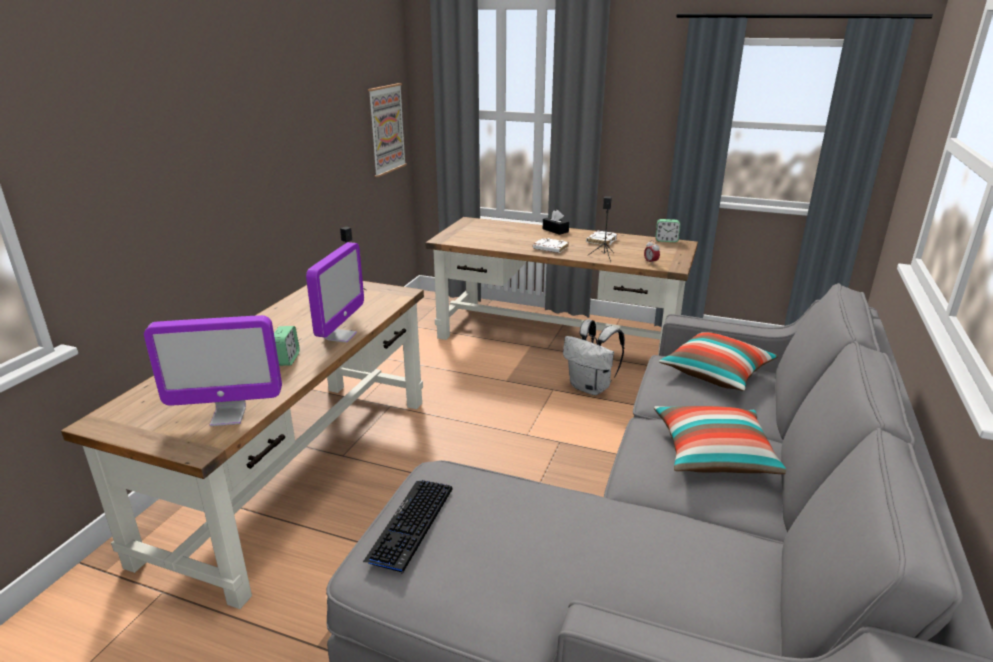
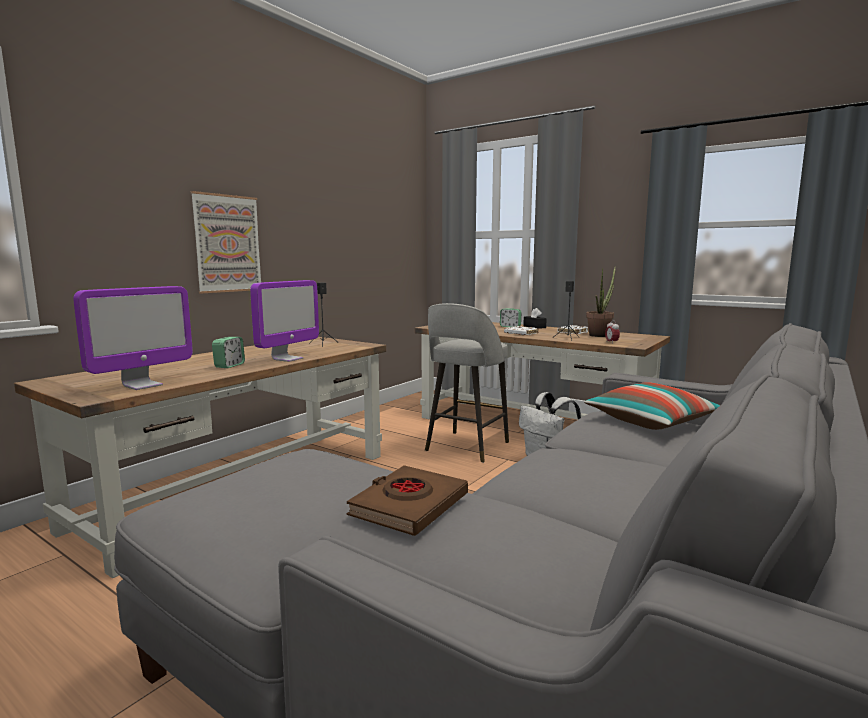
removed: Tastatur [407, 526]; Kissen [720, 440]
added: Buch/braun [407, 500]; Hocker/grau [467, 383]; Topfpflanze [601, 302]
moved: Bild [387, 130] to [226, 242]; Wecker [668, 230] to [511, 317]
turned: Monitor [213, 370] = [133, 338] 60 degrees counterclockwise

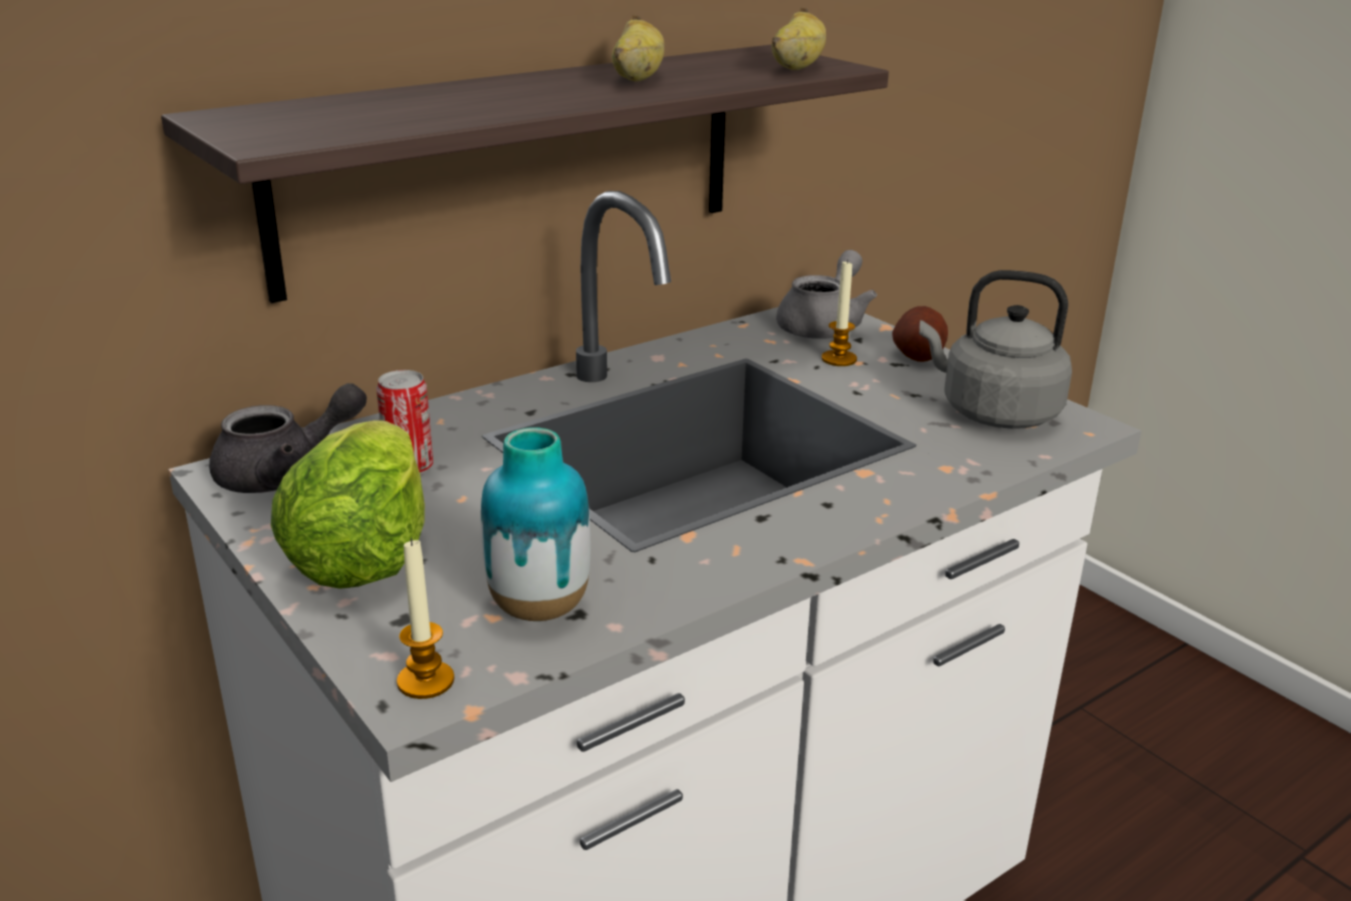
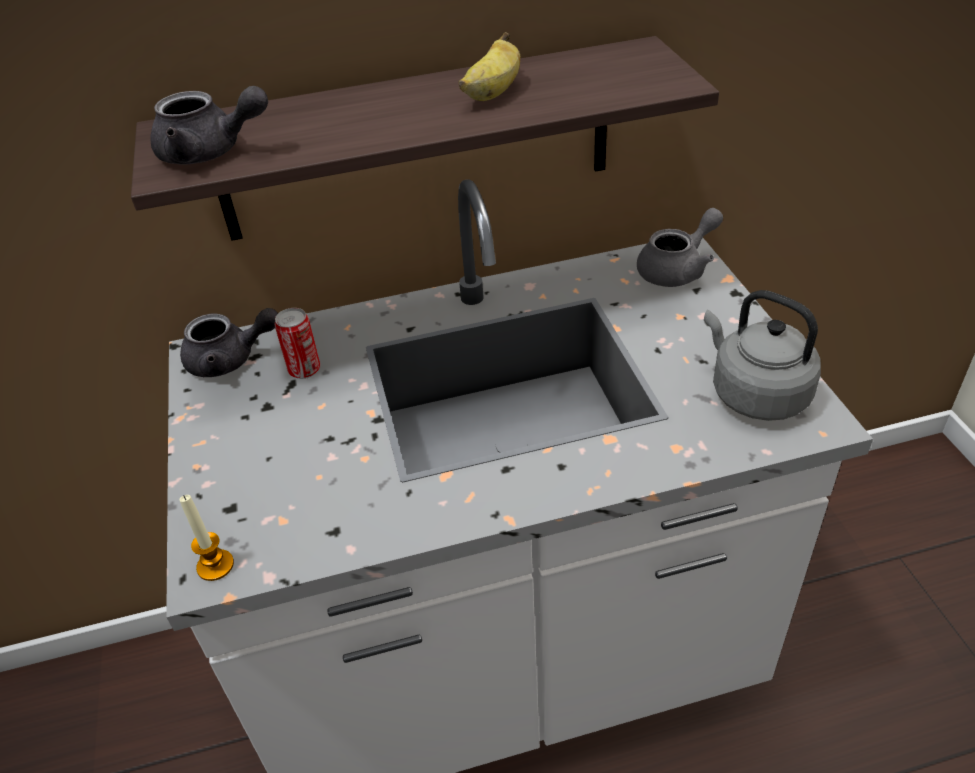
removed: Salatkopf [348, 504]; Vase [536, 524]; Banane [799, 39]; Kerze [839, 312]; Kartoffel [920, 334]
added: Teekanne/grau [209, 125]

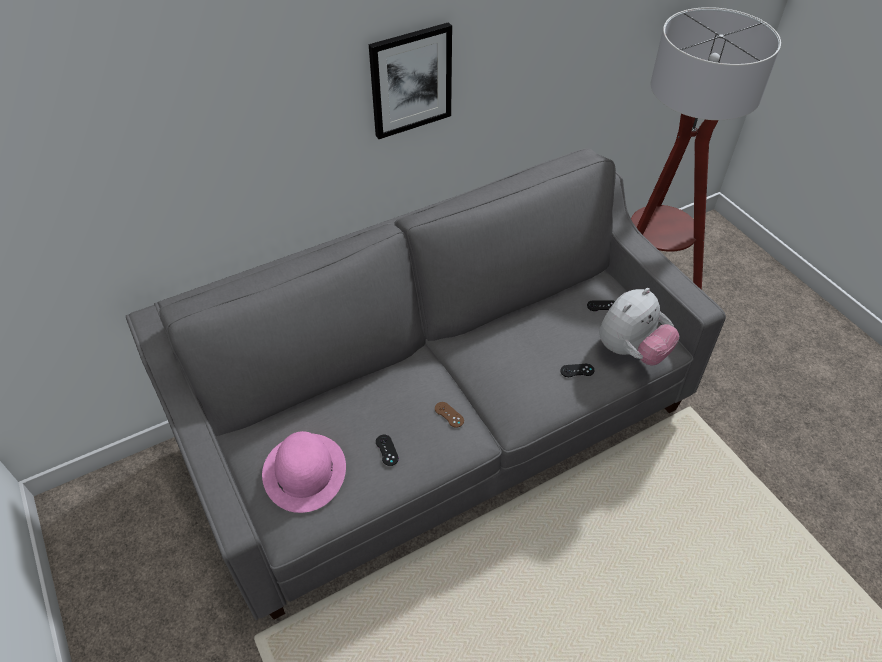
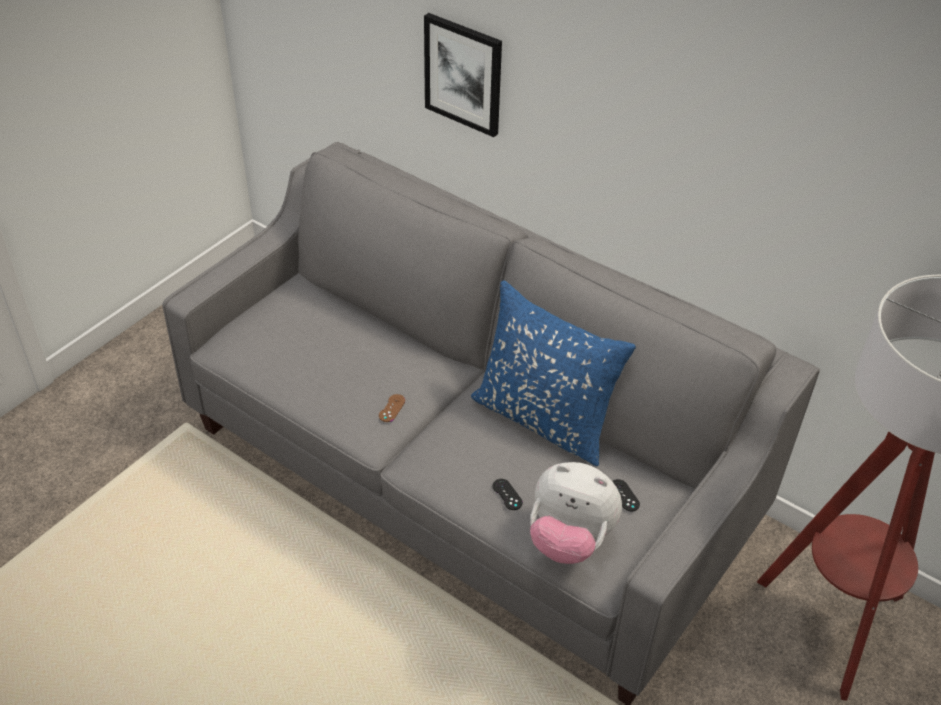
removed: Hut/rosa [304, 472]; Gamepad/schwarz [387, 450]
added: Kissen/blau [553, 373]
moved: Bild [410, 80] to [463, 75]

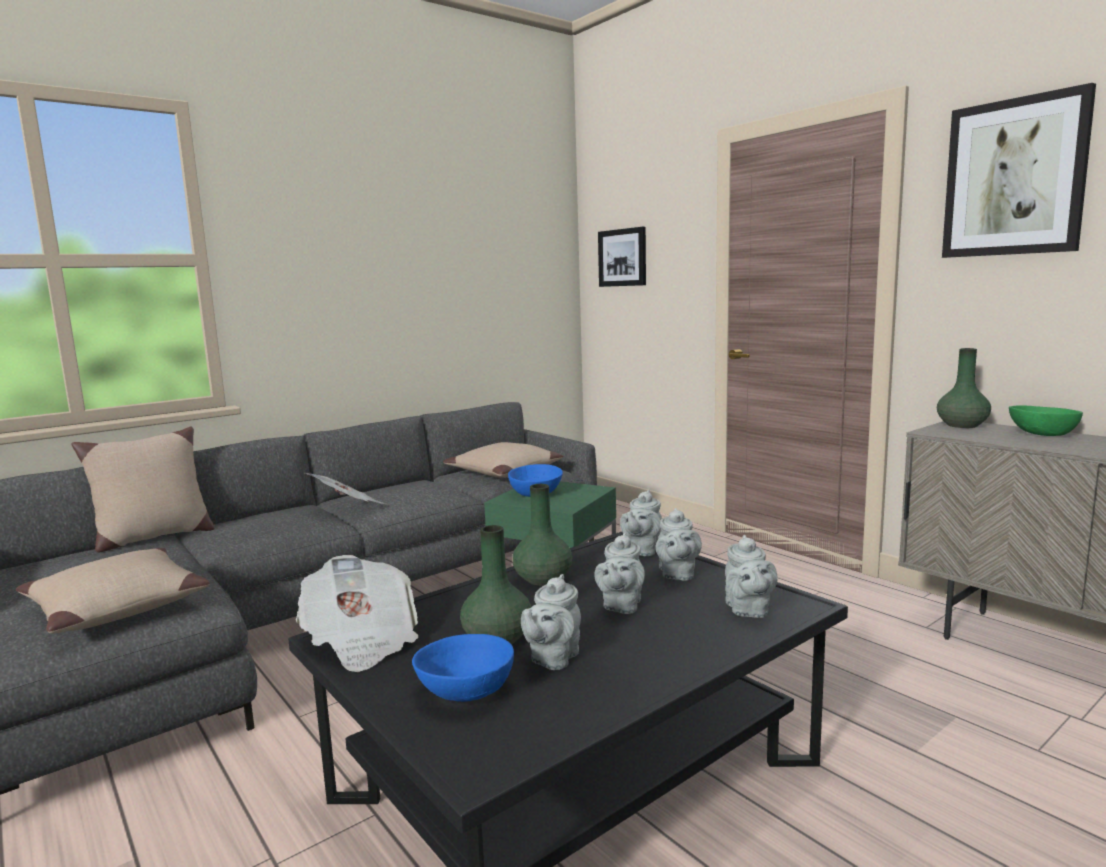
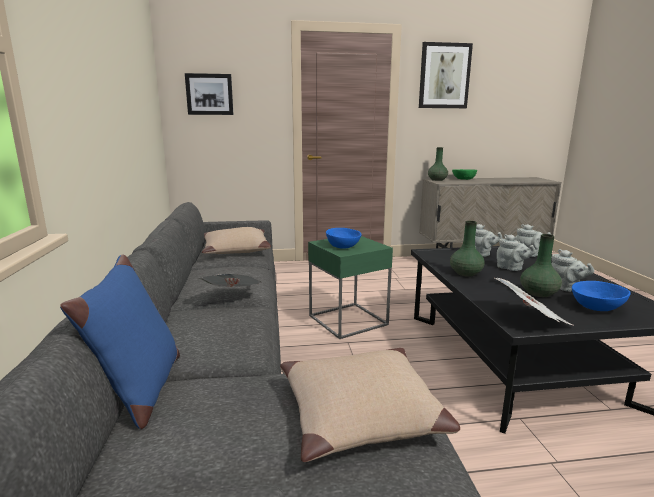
removed: Teekanne/grau [641, 523]
recoloured: Kissen/beige [143, 489] to Kissen/blau [120, 341]

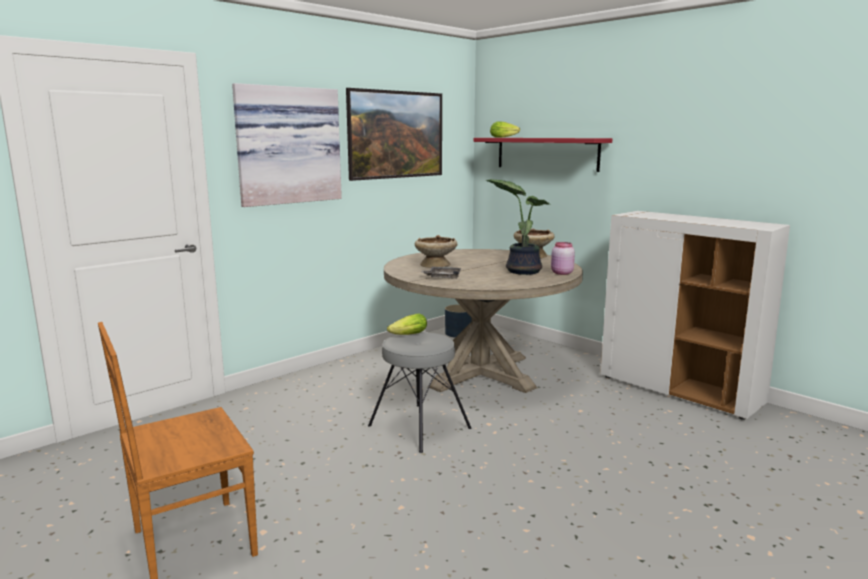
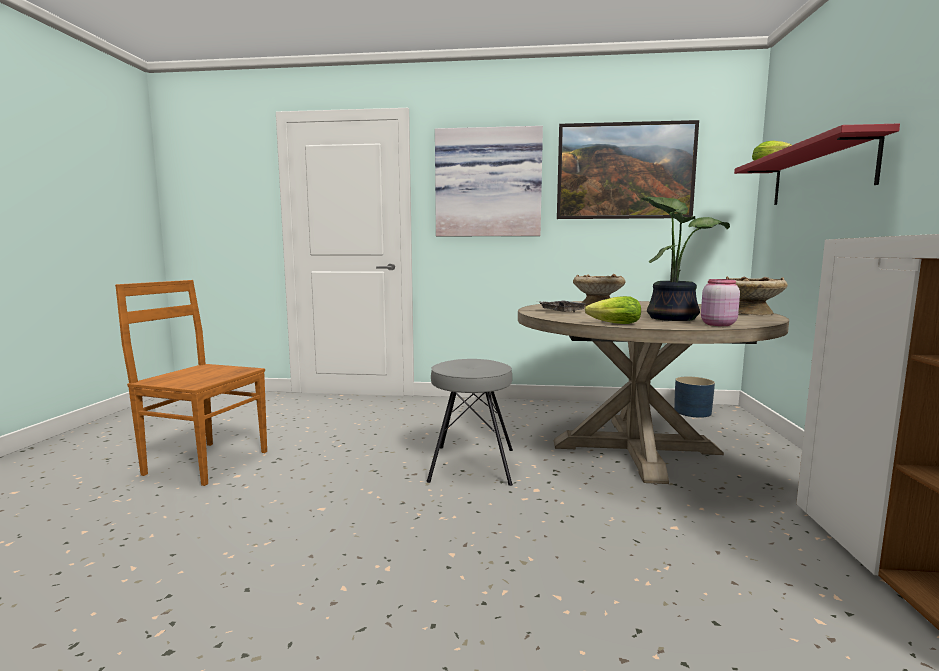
moved: Salatkopf [407, 324] to [613, 310]

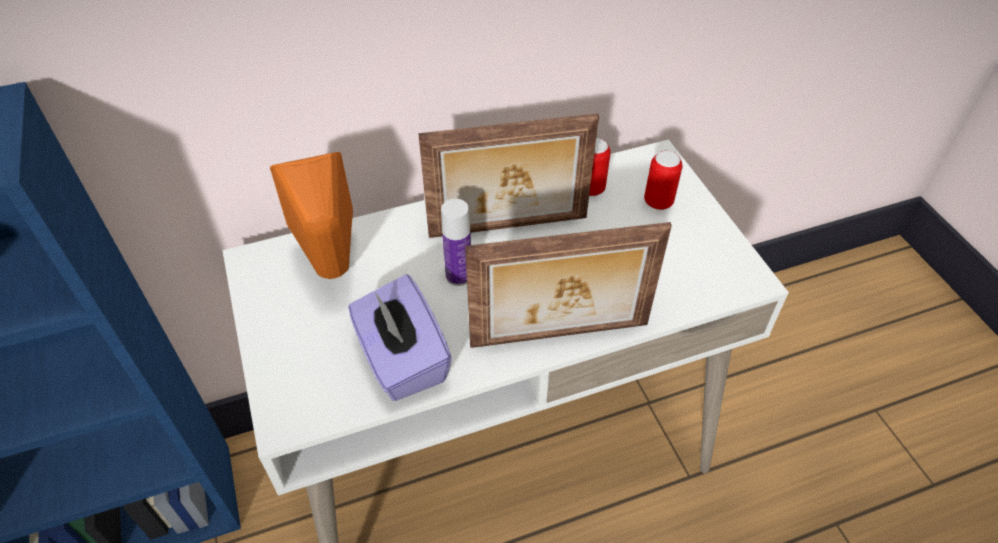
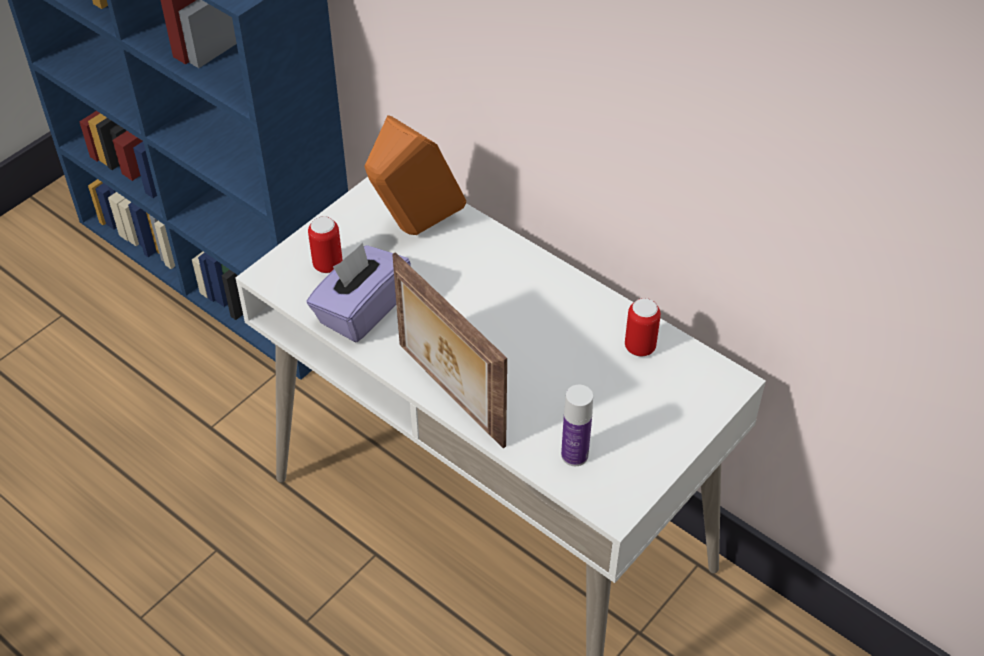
removed: Bilderrahmen [508, 175]
moved: Flasche [456, 242] to [577, 425]; Dose [663, 180] to [325, 244]

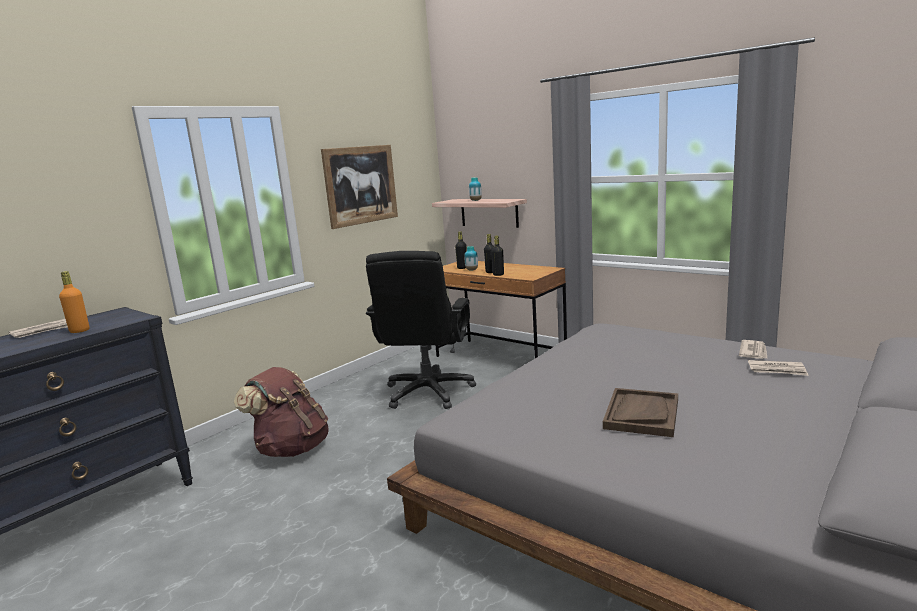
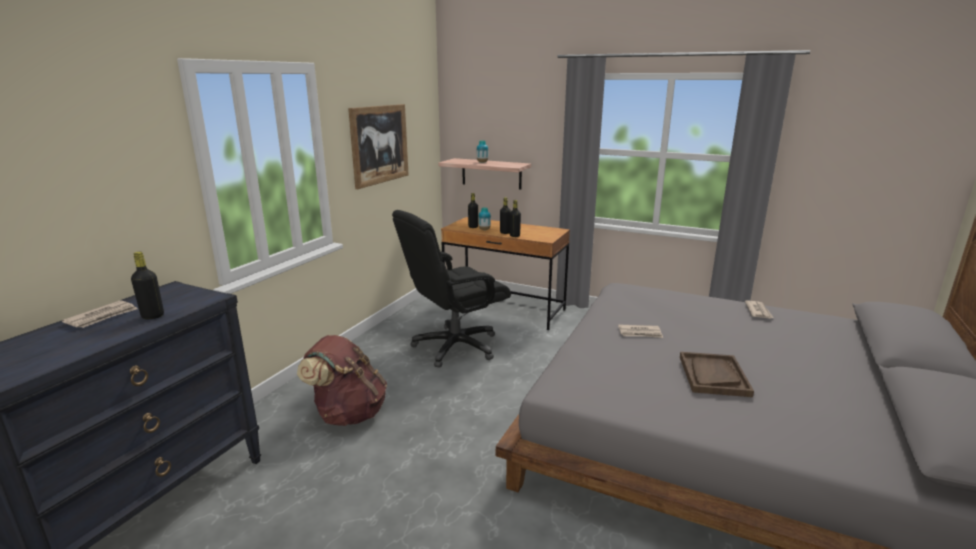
moved: Zeitung [778, 368] to [640, 331]
recoloured: Flasche/orange [74, 302] to Flasche/schwarz [147, 285]
turned: Bürostuhl/schwarz [421, 330] = [451, 288] 60 degrees clockwise

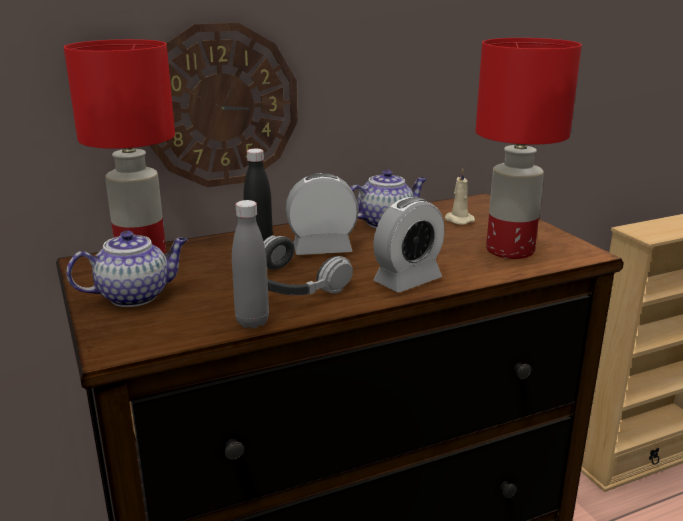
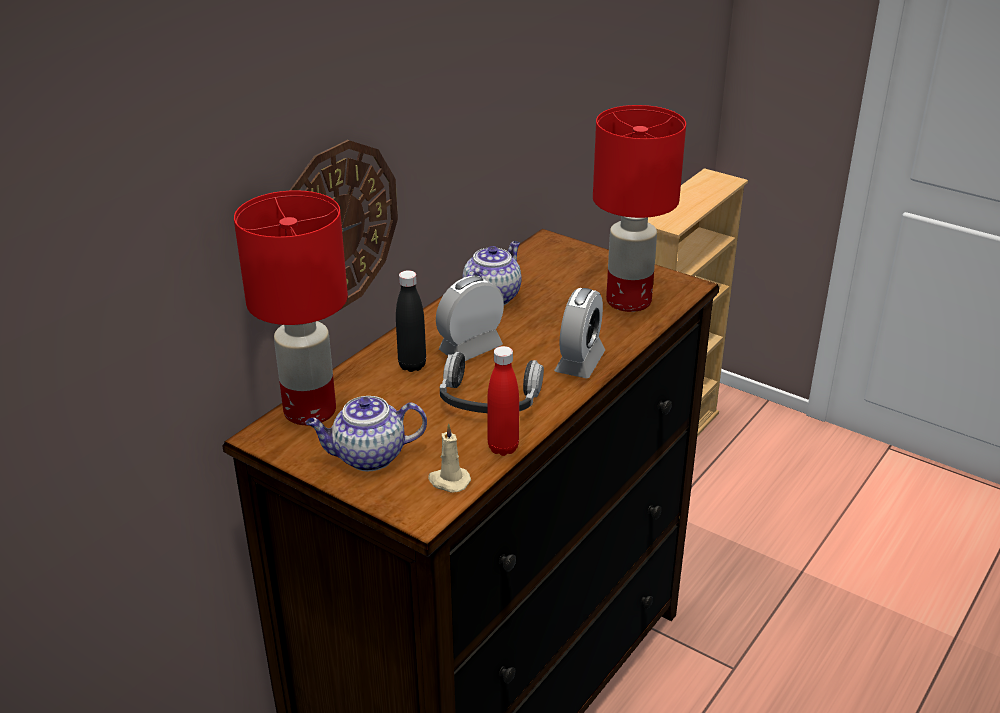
moved: Kerze/beige [460, 196] to [449, 458]
recoloured: Flasche/grau [250, 264] to Flasche/rot [503, 401]
turned: Teekanne [126, 268] = [366, 433] 135 degrees counterclockwise

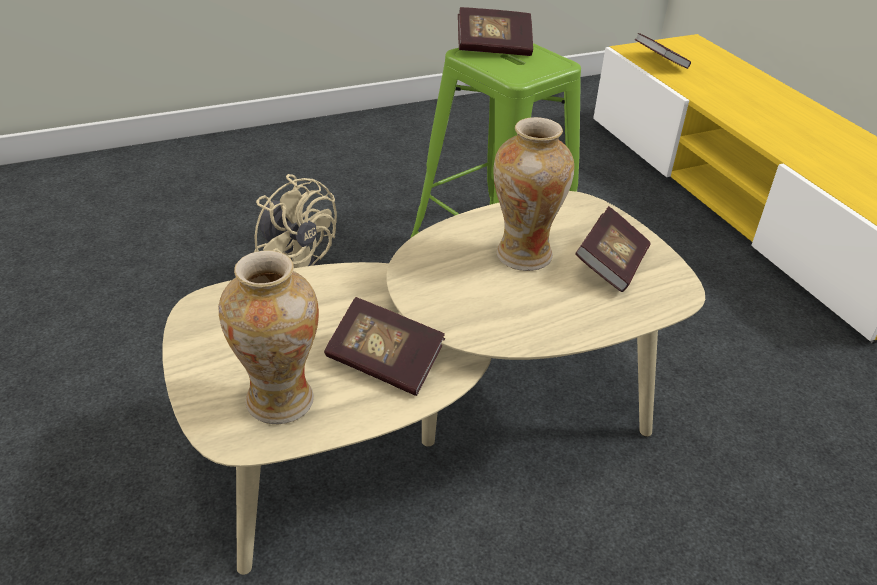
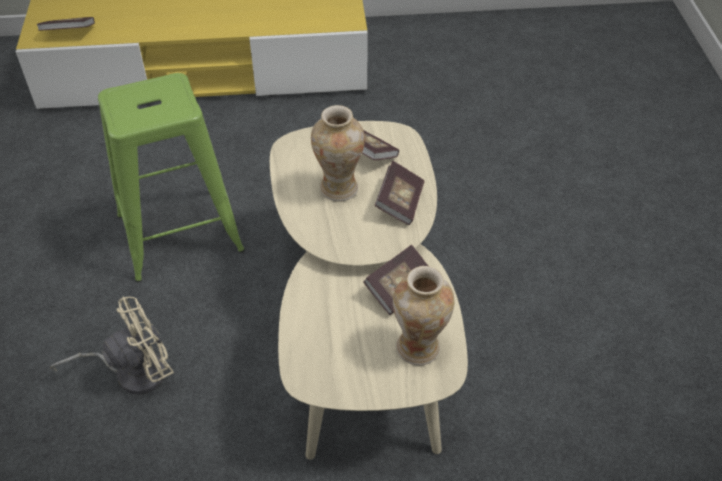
moved: Buch [495, 31] to [399, 193]

